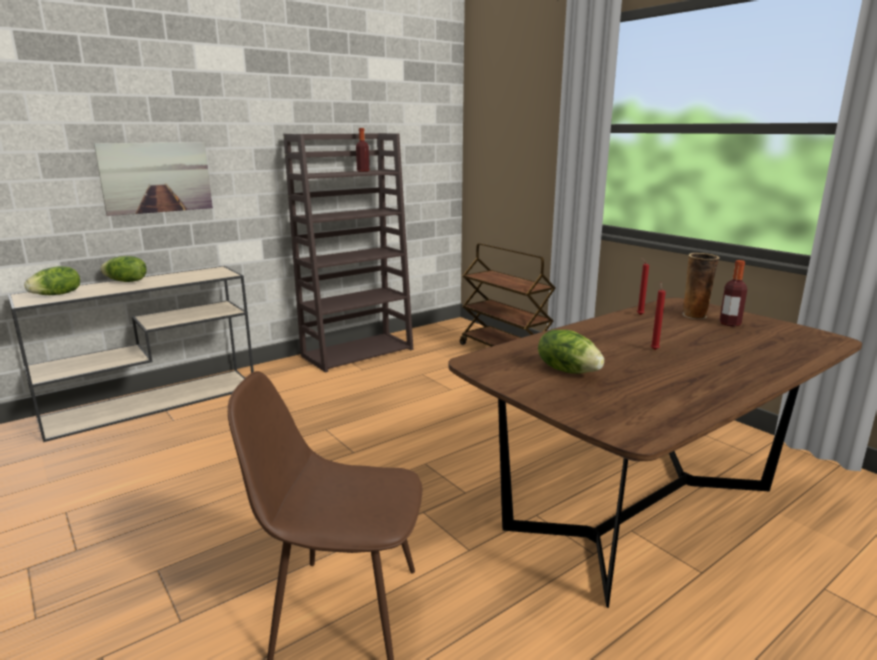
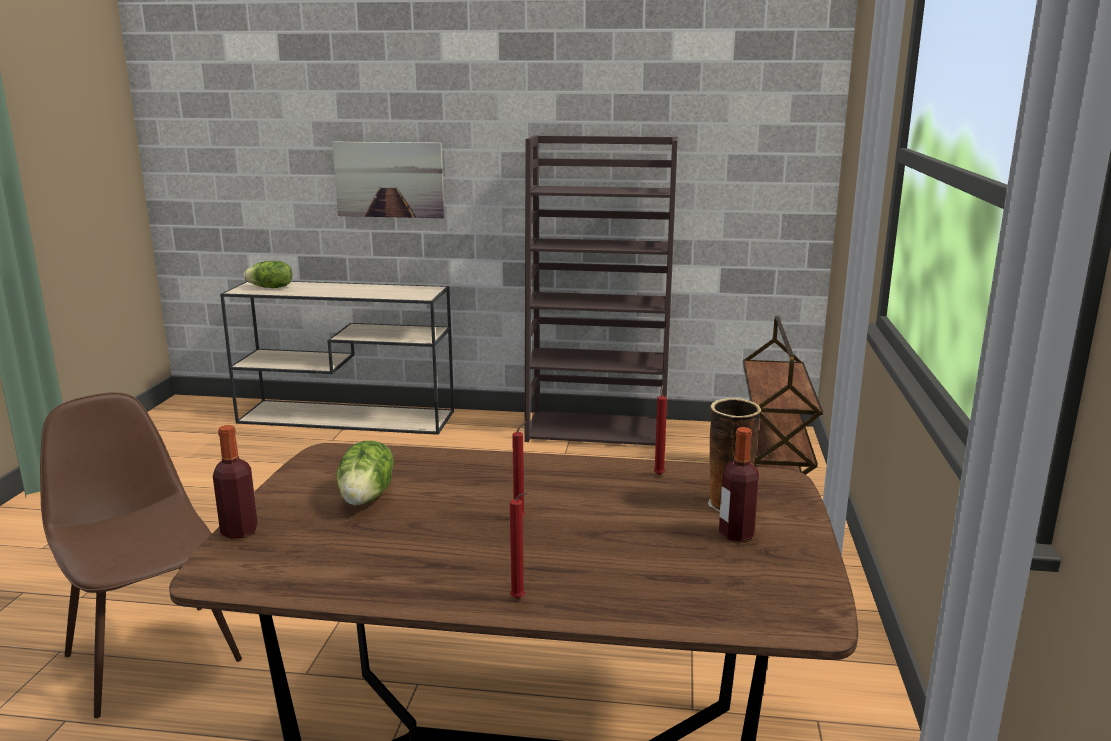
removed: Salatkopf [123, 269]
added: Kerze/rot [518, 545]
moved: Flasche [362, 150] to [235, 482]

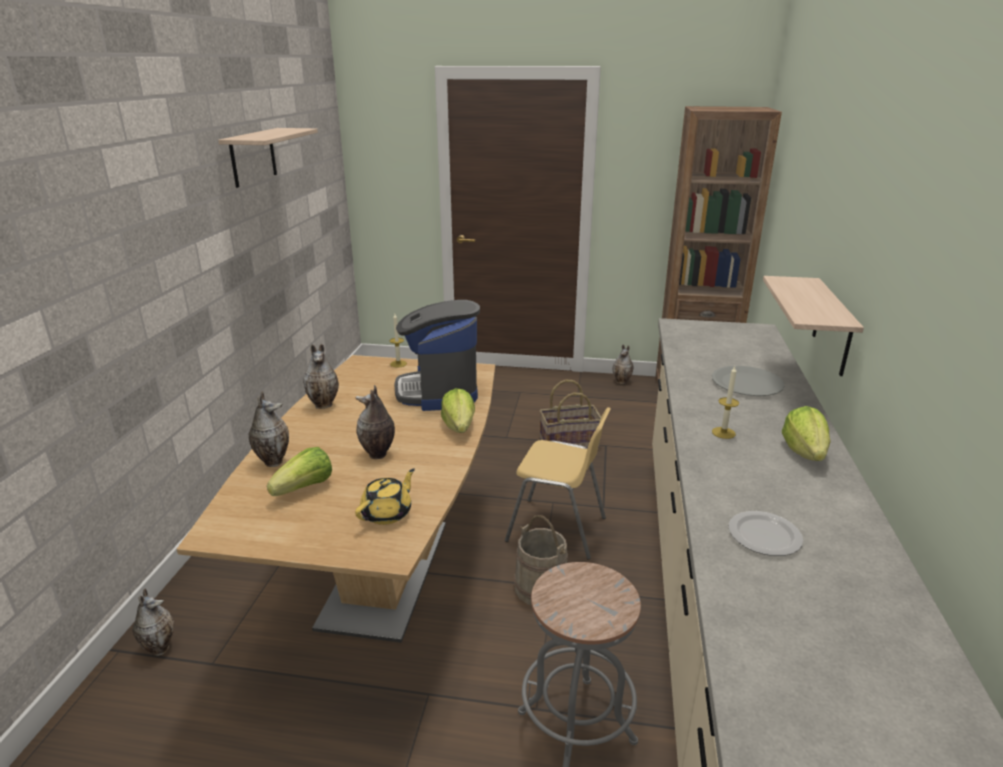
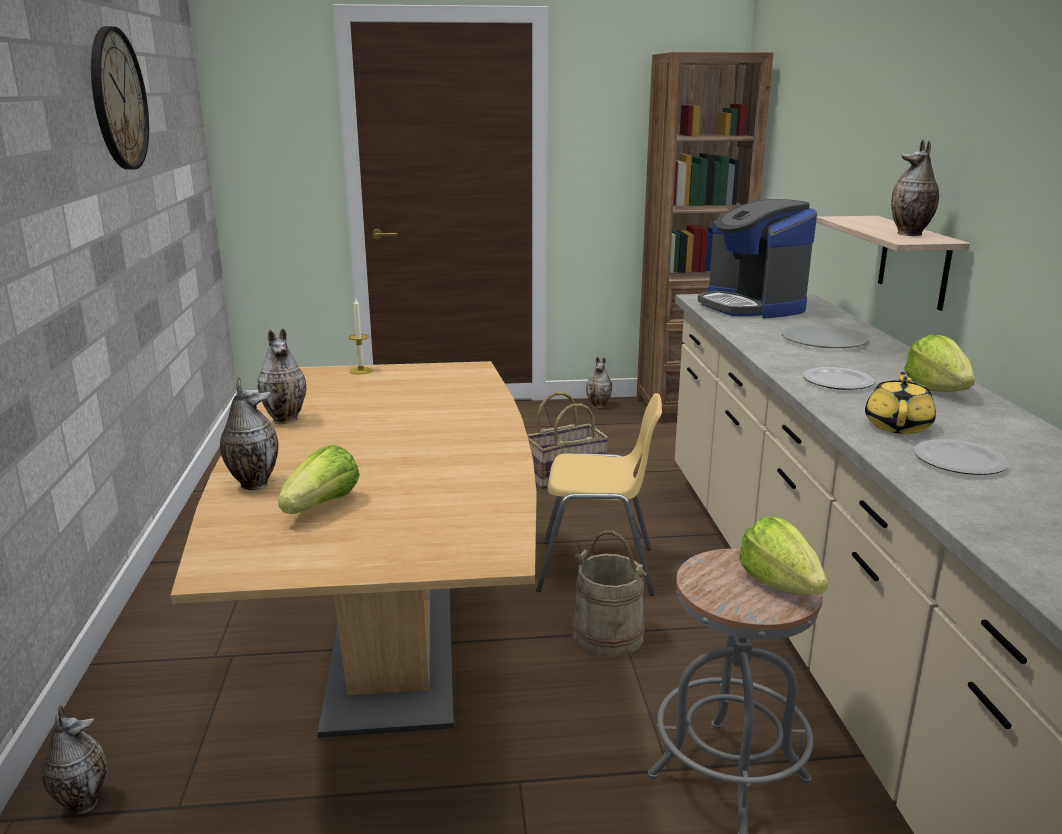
moved: Vase [375, 422] to [915, 187]; Teekanne/gelb [385, 497] to [900, 403]; Kaffeemaschine [437, 355] to [757, 258]; Salatkopf [458, 410] to [783, 556]
replaced: Wandregal [268, 158] to Wanduhr [120, 98]; Kerze [725, 402] to Teller [838, 378]

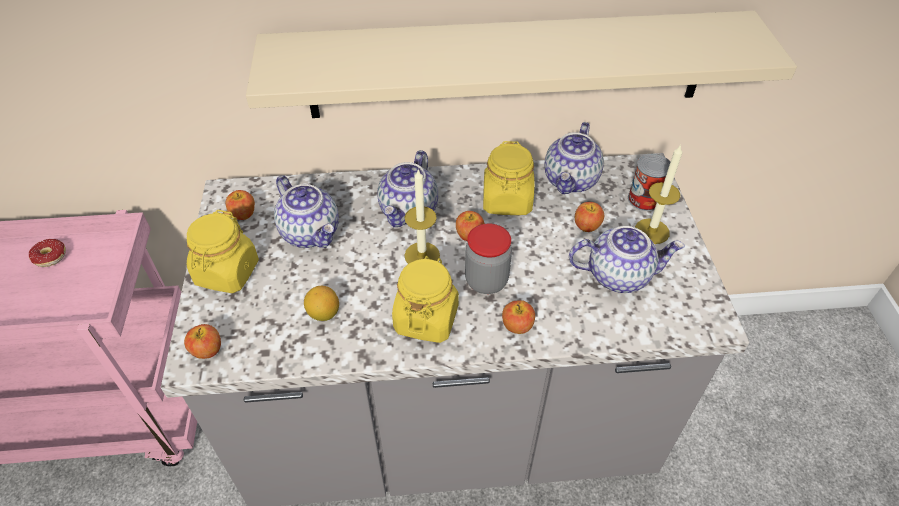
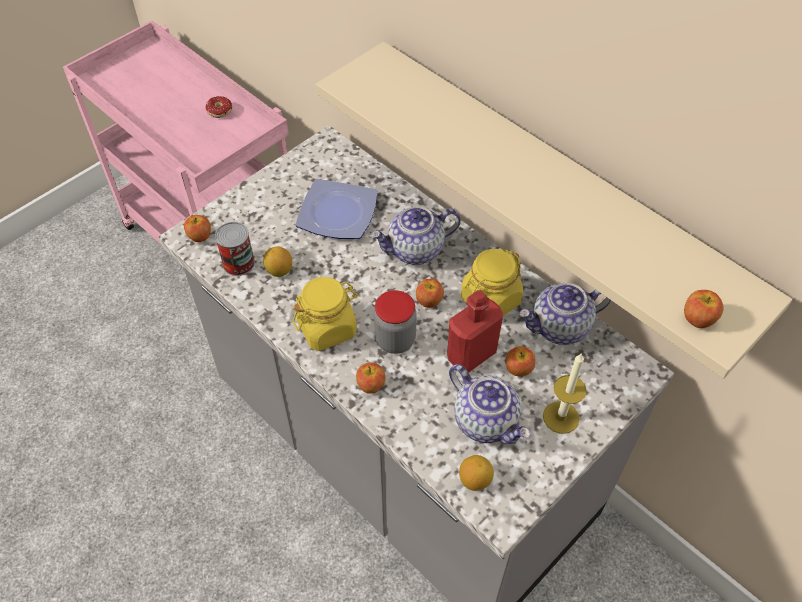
removed: Vorratsglas/gelb [223, 251]; Kerze [422, 216]
added: Flasche/rot [475, 331]; Zitrone [476, 473]
moved: Apfel [240, 205] to [704, 309]; Dose [649, 182] to [235, 249]
replaced: Teekanne [306, 211] to Teller [337, 209]

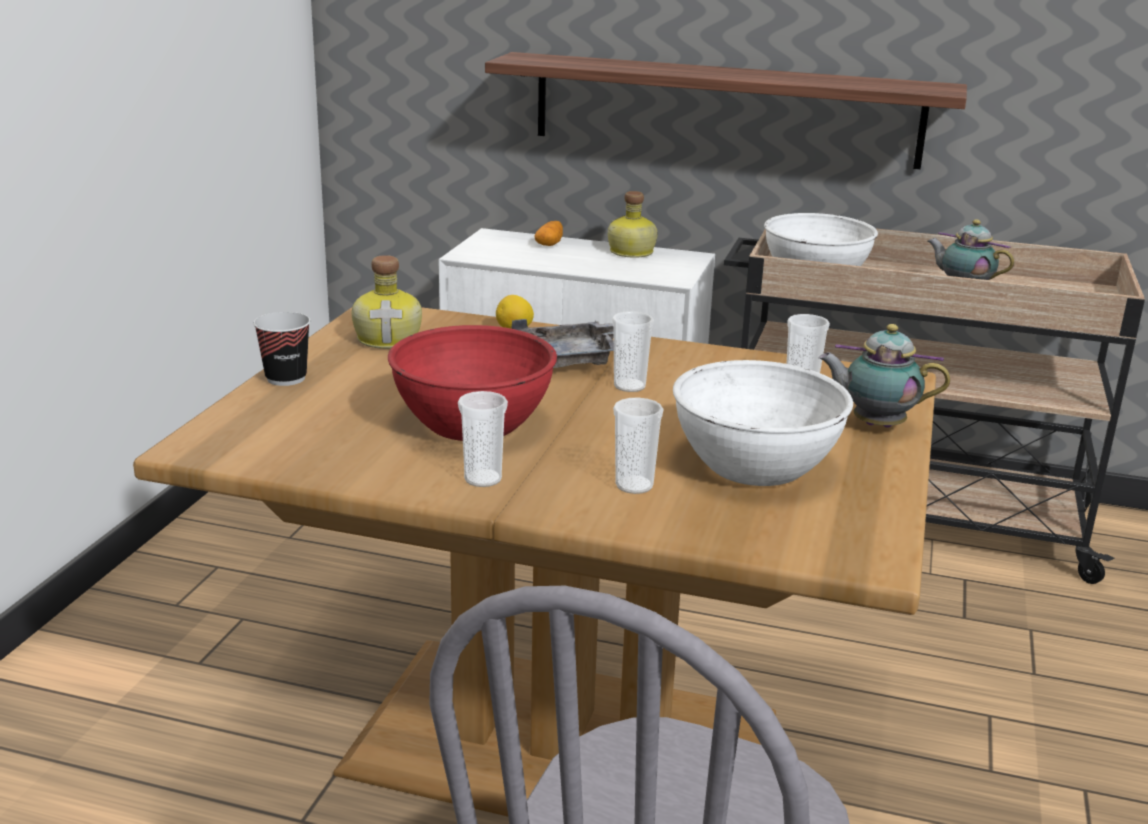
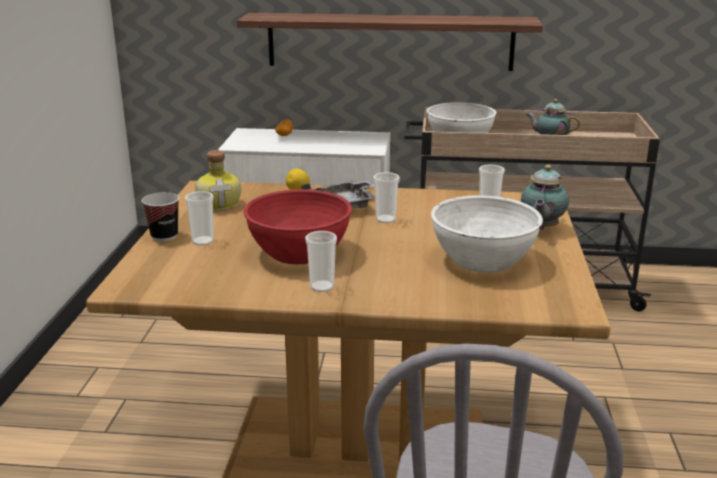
removed: Flasche [633, 224]
moved: Tasse [638, 446] to [199, 218]
turned: Teekanne [884, 376] = [545, 197] 75 degrees counterclockwise

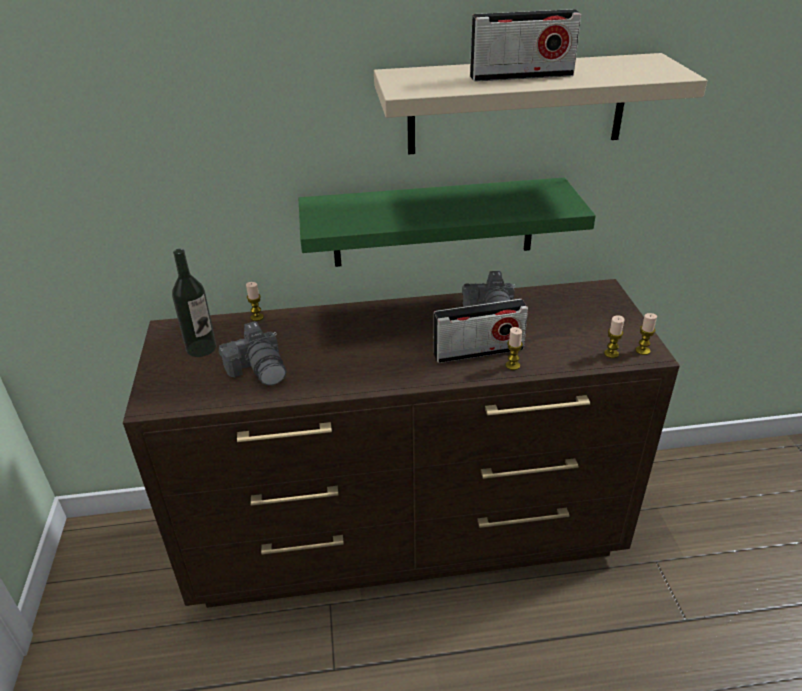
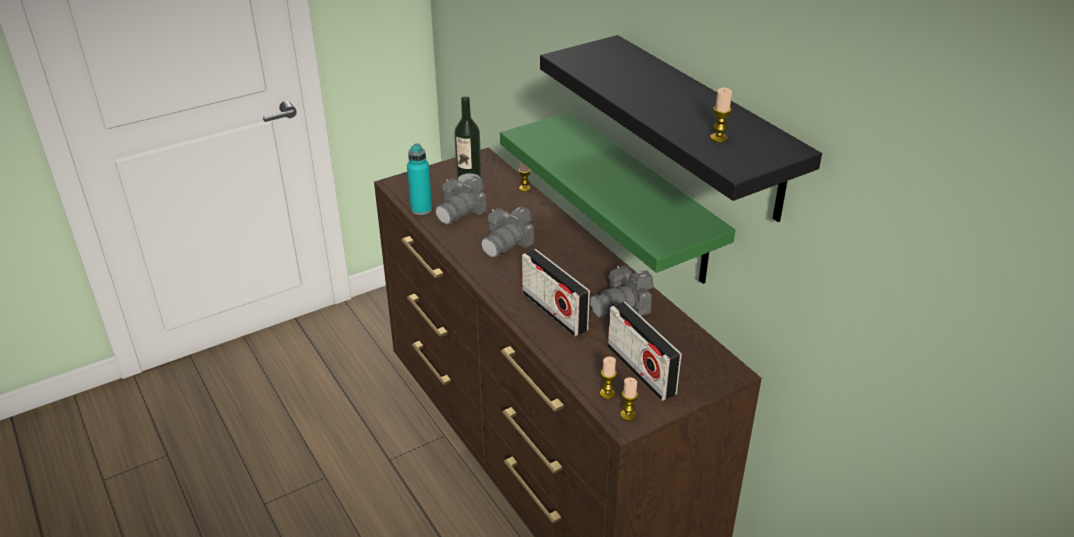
added: Flasche/türkis [419, 179]; Kamera [507, 232]
moved: Radio [525, 45] to [645, 351]; Kerze [514, 348] to [721, 115]
recoloured: Wandregal/beige [540, 104] to Wandregal/schwarz [681, 128]

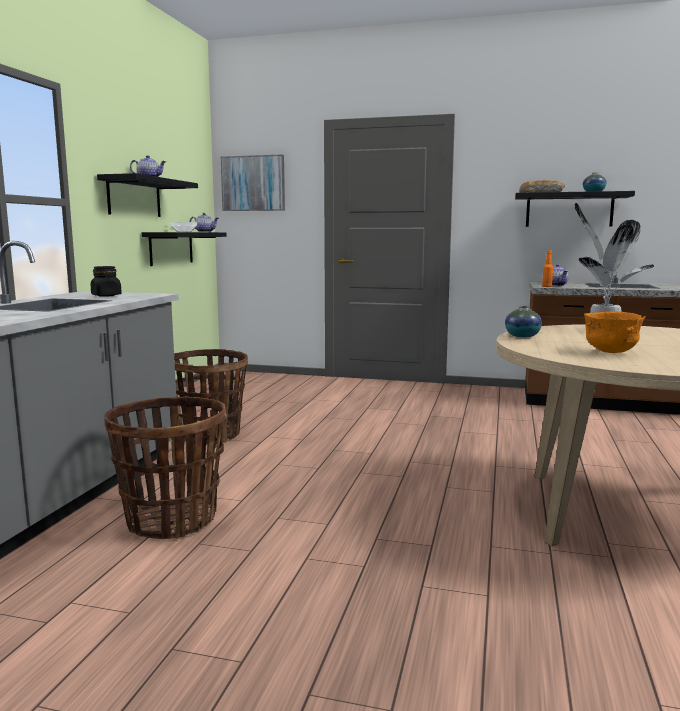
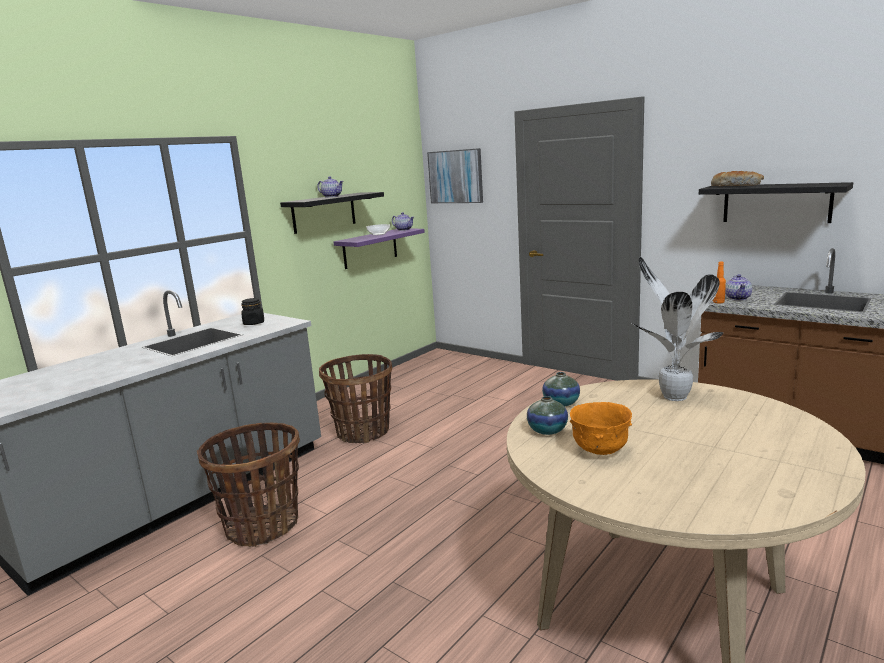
moved: Vase [595, 182] to [547, 415]
recoloured: Wandregal/schwarz [184, 249] to Wandregal/lila [379, 248]

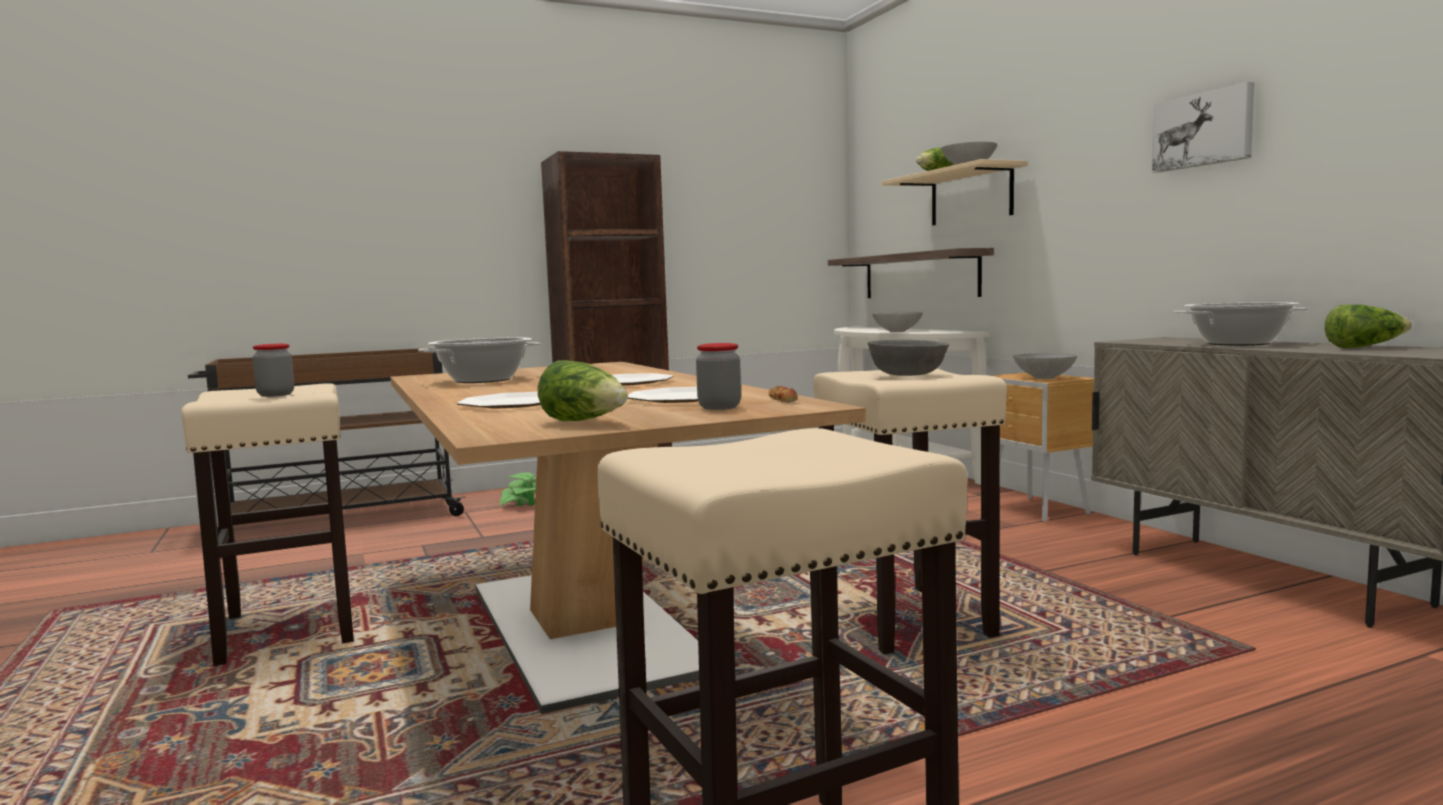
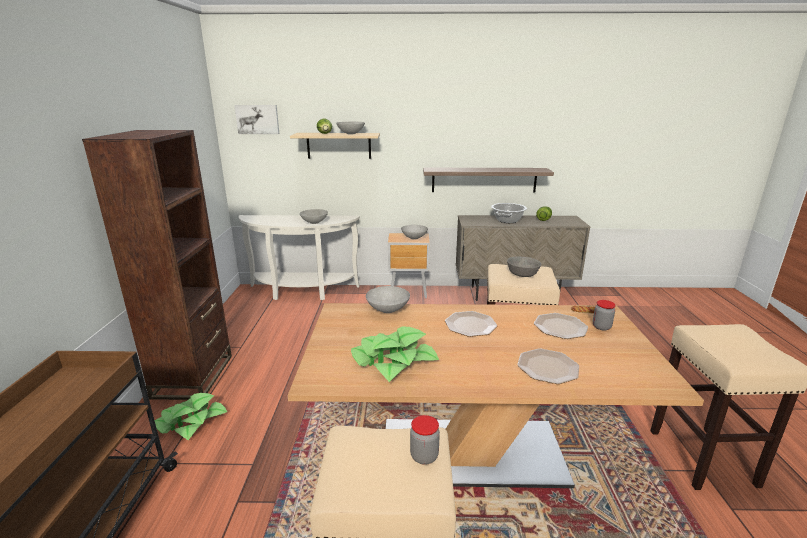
removed: Salatkopf [583, 390]
added: Schüssel/grau [388, 299]
moved: Wandregal [911, 273] to [488, 180]; Bild [1203, 127] to [256, 119]
replaced: Kochtopf [479, 360] to Topfpflanze [395, 354]

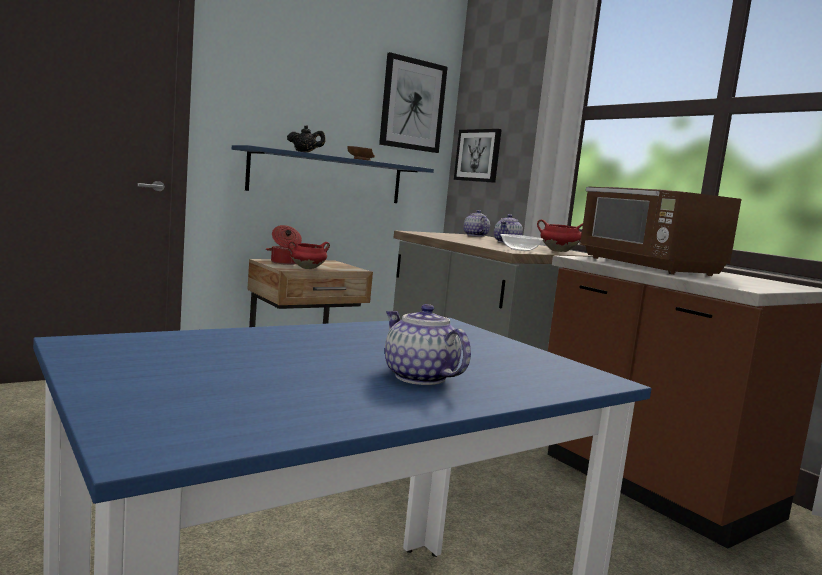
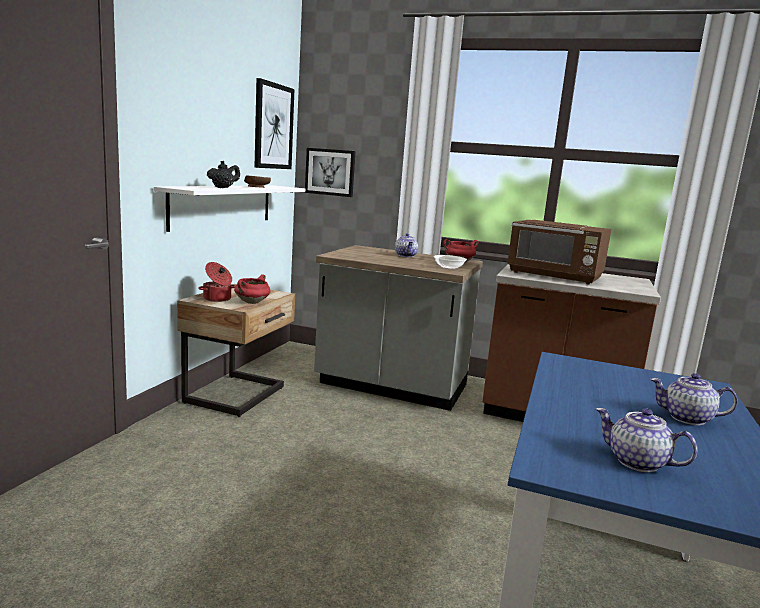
moved: Teekanne [477, 223] to [647, 440]
recoloured: Wandregal/blau [333, 174] to Wandregal/weiß [229, 209]

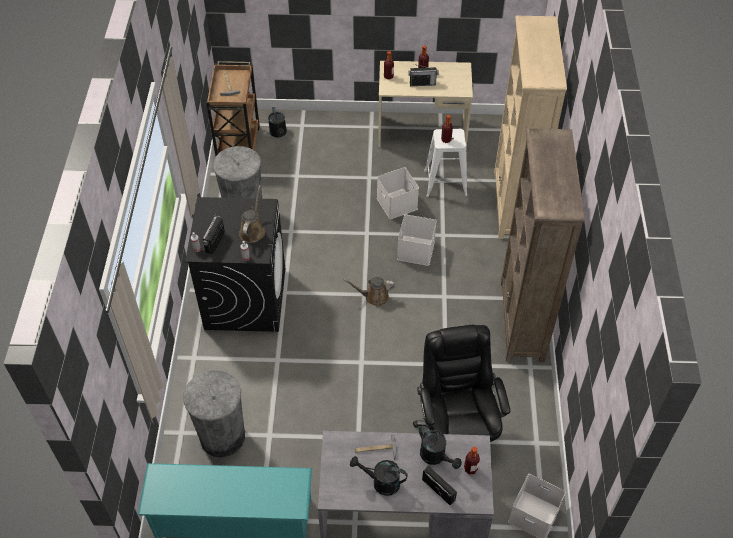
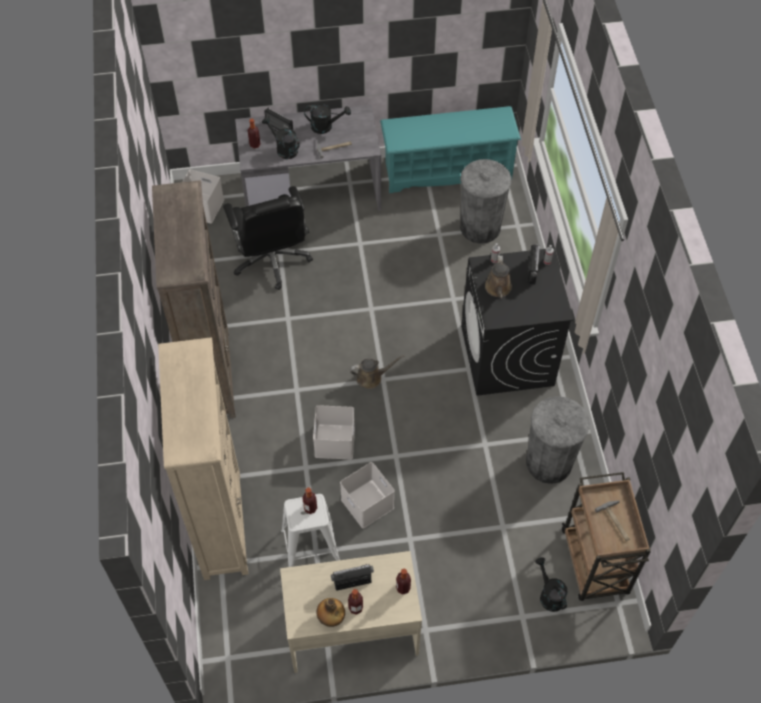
added: Flasche [331, 612]

